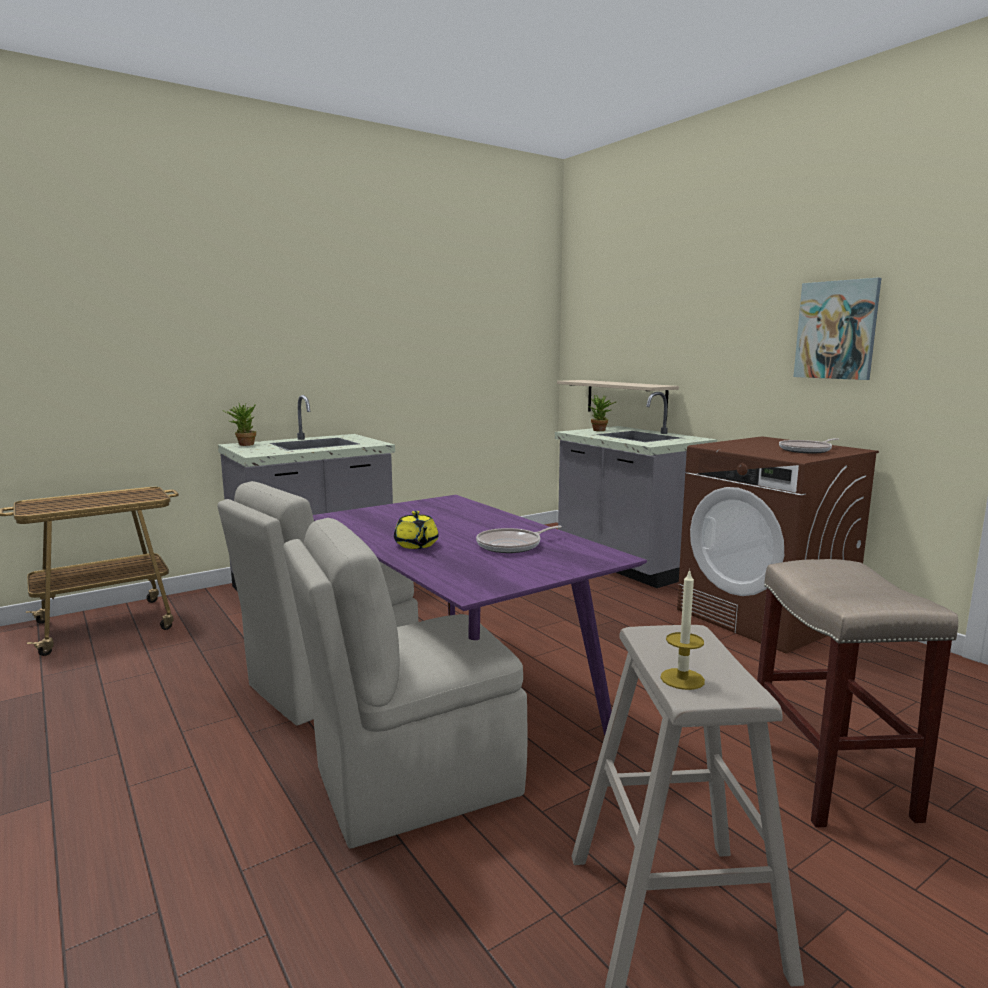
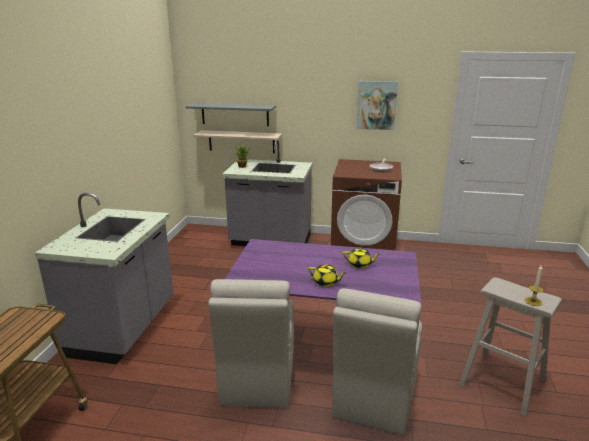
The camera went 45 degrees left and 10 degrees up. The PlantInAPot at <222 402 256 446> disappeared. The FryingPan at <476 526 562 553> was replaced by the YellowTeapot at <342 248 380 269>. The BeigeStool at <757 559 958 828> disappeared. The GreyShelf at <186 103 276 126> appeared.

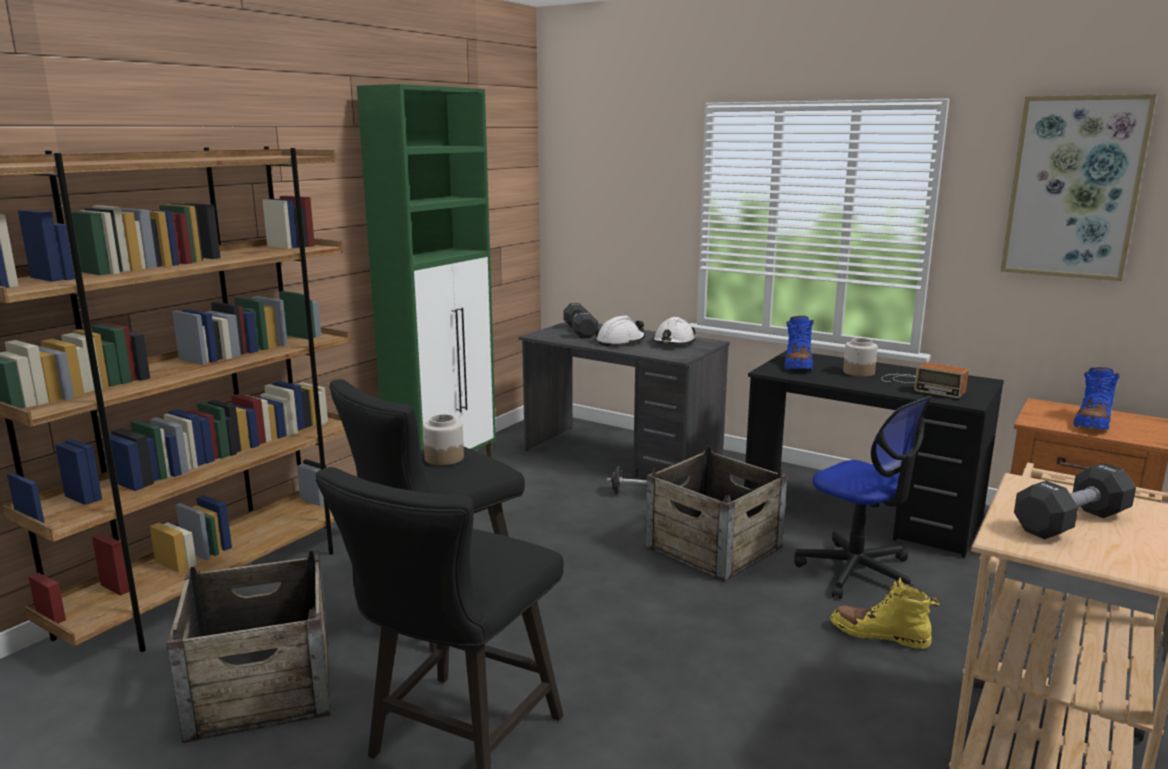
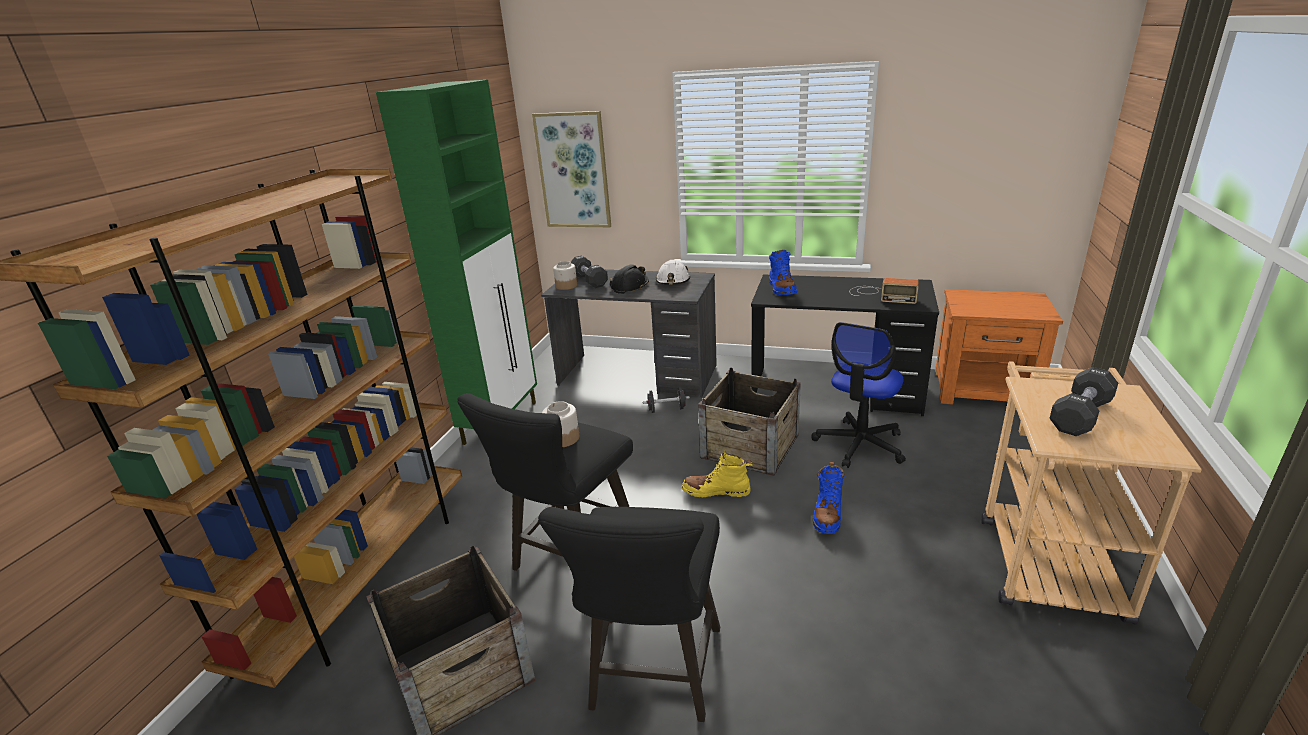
The camera went 15 degrees left and 10 degrees up. The WhitishHardHat at <595 315 645 347> became the BlackishHardHat at <609 264 649 294>. The OfficeChair at <794 396 932 599> turned 90 degrees clockwise. The YellowTallBoot moved from <830 577 940 649> to <682 451 753 497>. The StorageJar moved from <843 338 878 377> to <553 261 577 290>. The Picture moved from <1001 94 1157 281> to <532 111 611 227>. The BlueTallBoot moved from <1074 367 1120 430> to <813 462 845 534>.

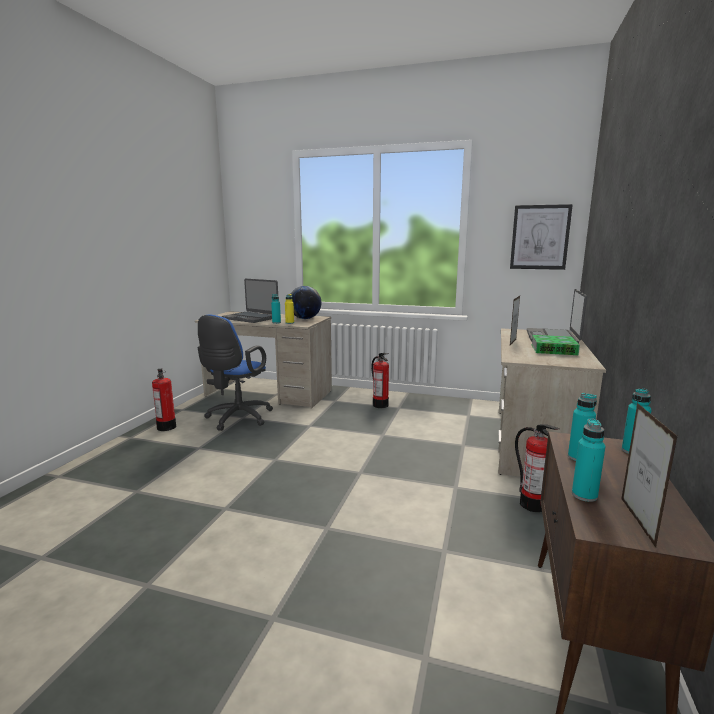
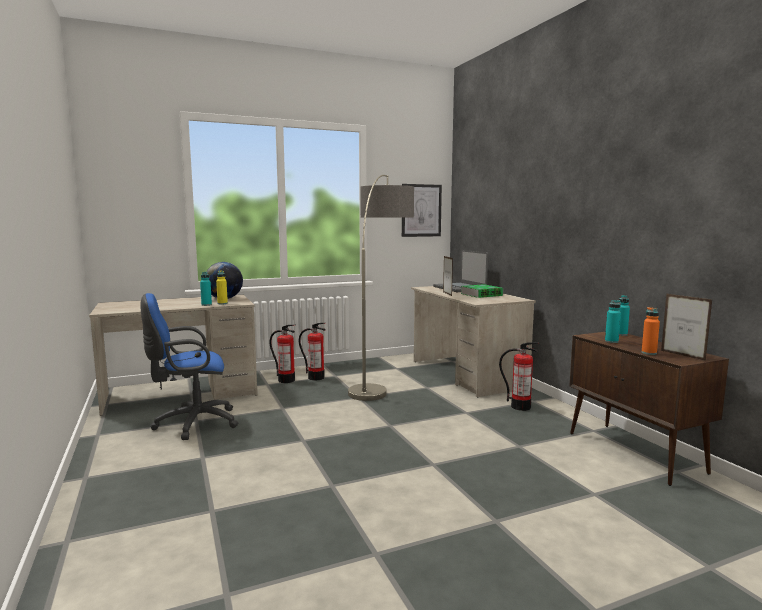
The camera went 40 degrees left and 5 degrees down. The Extinguisher moved from <152 369 176 431> to <269 325 295 383>. The BlueOfficeChair at <198 314 273 431> turned 90 degrees clockwise. The Laptop at <221 278 278 323> disappeared. The TurquoiseColouredDrinkBottle at <572 418 605 502> became the OrangeyDrinkBottle at <642 307 660 355>. The StandardLamp at <348 175 414 401> appeared.

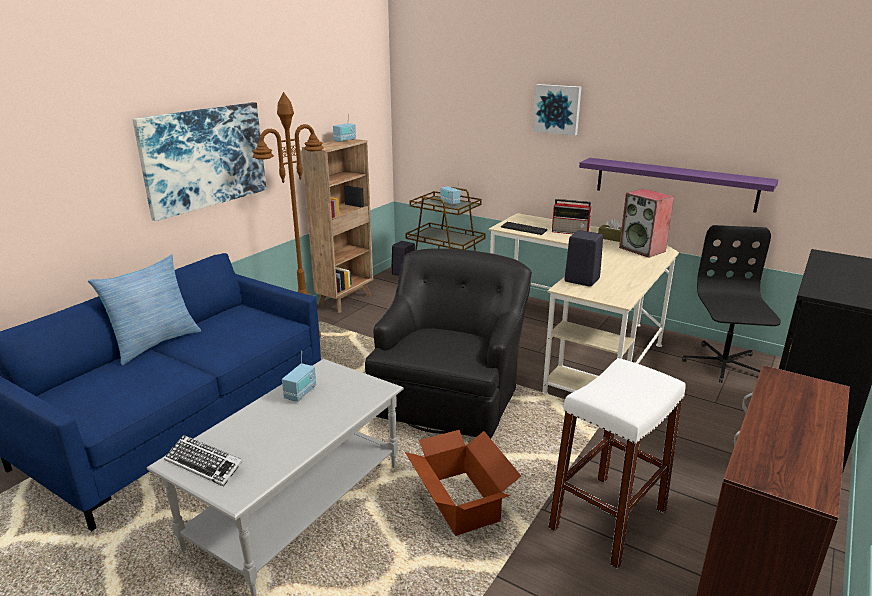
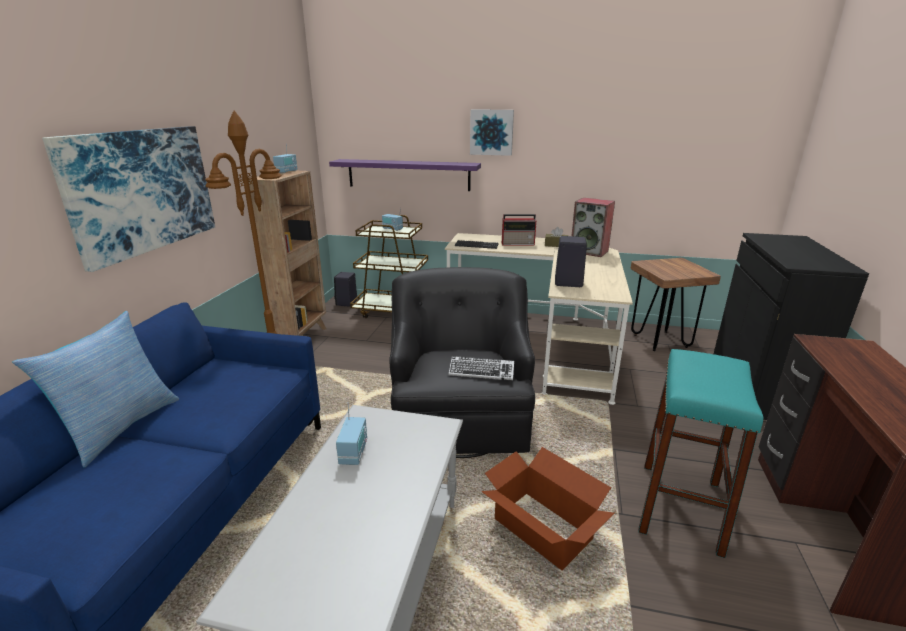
The camera went 20 degrees left and 0 degrees up. The PcKeyboard moved from <164 435 243 487> to <449 356 514 381>. The WhitishStool at <548 358 686 569> became the TurquoiseColouredStool at <638 349 764 558>. The PurpleColouredShelf moved from <579 158 779 213> to <329 159 481 191>. The BlackishOfficeChair at <682 225 781 383> was replaced by the BrownishStool at <631 258 721 351>.

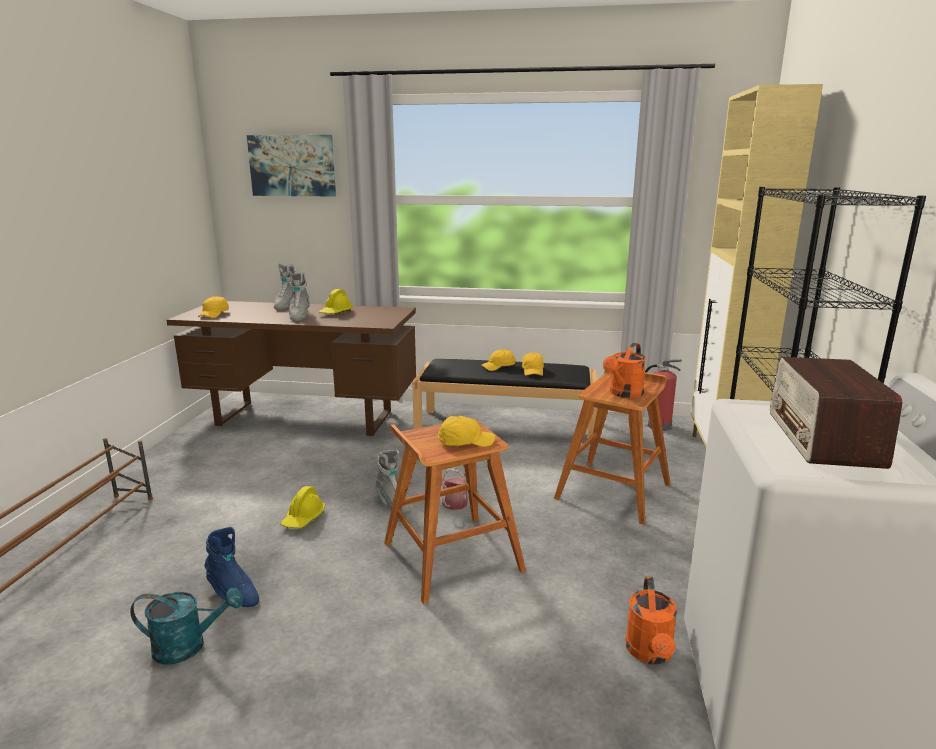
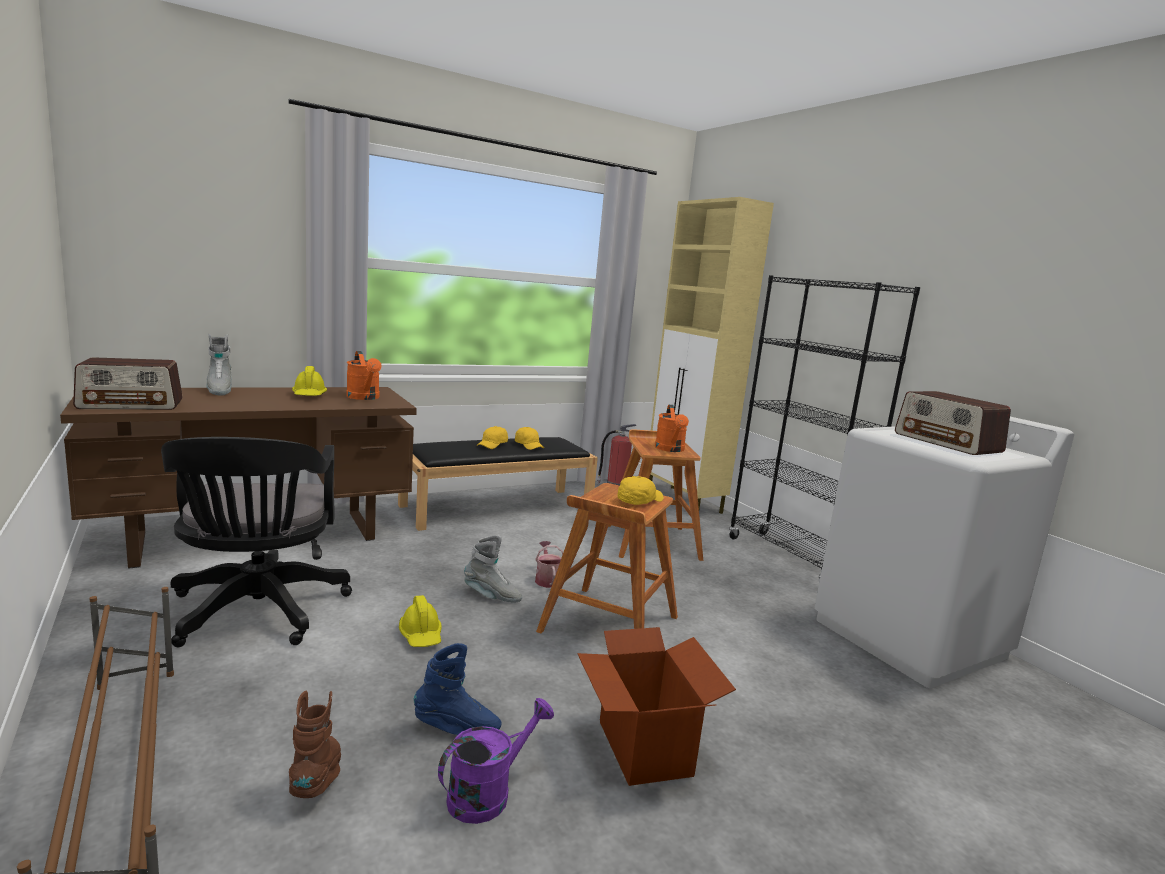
The camera went 40 degrees left and 5 degrees down. The TurquoiseColouredSprinklingCan at <130 588 243 665> became the PurpleColouredSprinklingCan at <438 698 554 824>. The YellowCap at <198 296 229 318> was replaced by the RadioReceiver at <73 357 183 410>. The Picture at <247 135 336 196> disappeared. The GreyTallBoot at <289 271 310 321> disappeared. The OrangeySprinklingCan moved from <625 576 677 665> to <346 351 382 400>. The BlackishOfficeChair at <161 437 352 647> appeared. The BrownishTallBoot at <289 691 341 798> appeared. The CardboardBox at <577 627 736 786> appeared.

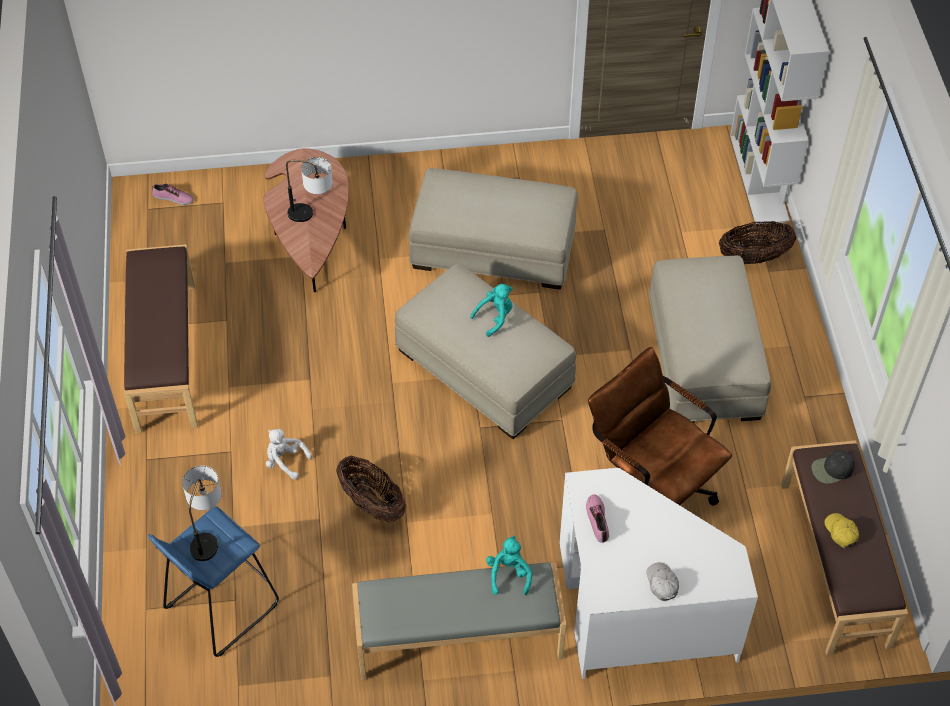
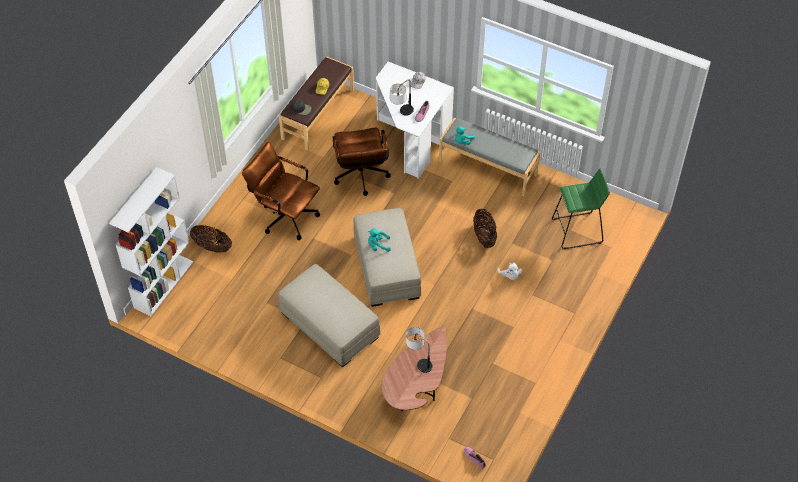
The camera went 145 degrees left and 0 degrees up. The BrownishBench at <124 244 198 433> disappeared. The BlueStool at <148 506 279 657> became the GreenStool at <552 168 610 249>. The TableLamp moved from <182 465 222 561> to <390 80 414 116>. The BeigeOttoman at <649 256 771 423> was replaced by the BrownishOfficeChair at <242 142 320 240>.

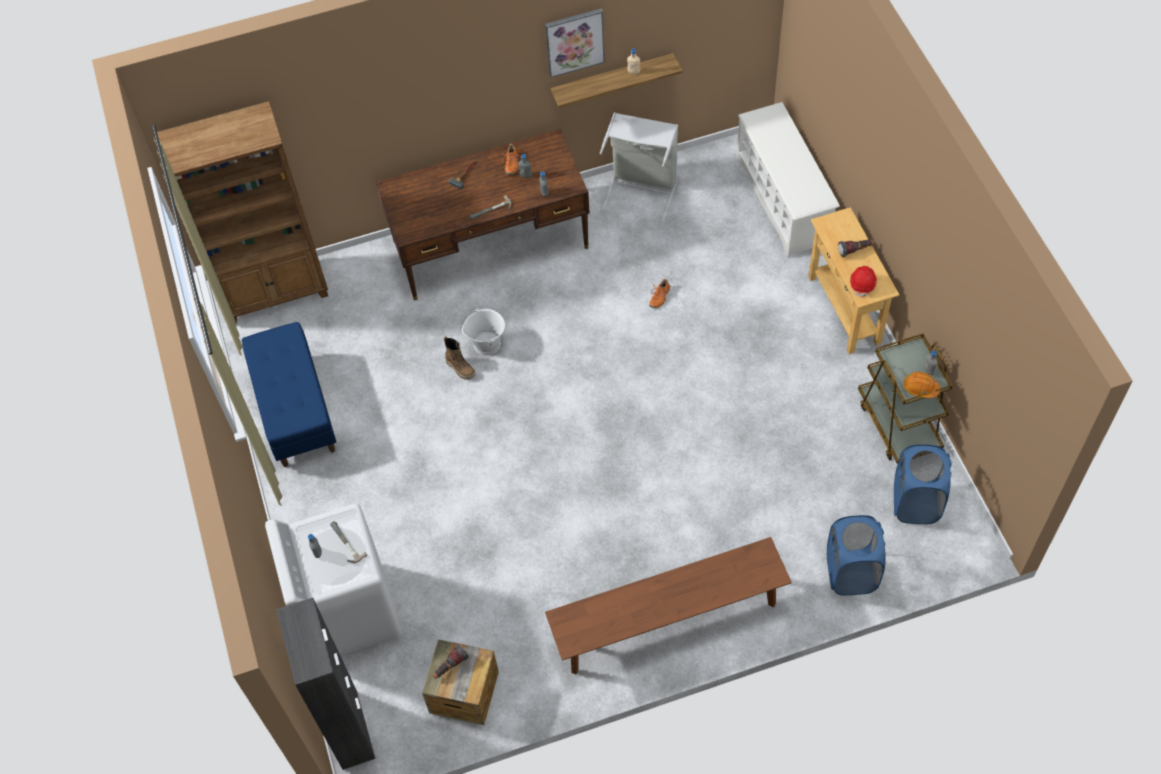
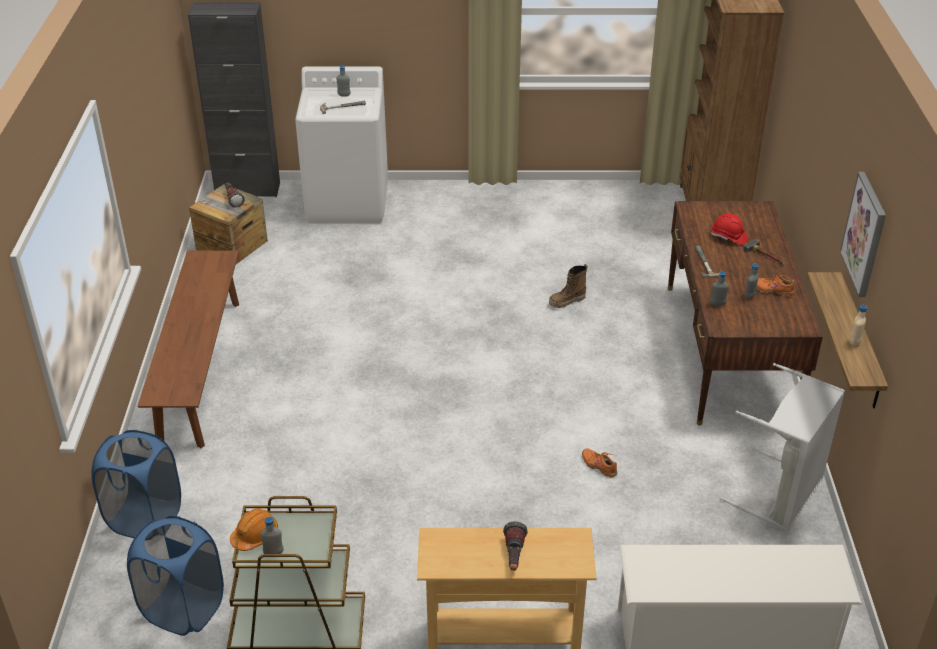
The camera went 105 degrees right and 20 degrees down. The BlueBench at <242 322 336 467> disappeared. The WhitishPail at <462 308 505 356> disappeared. The RedHardHat moved from <850 266 877 298> to <711 213 748 245>.

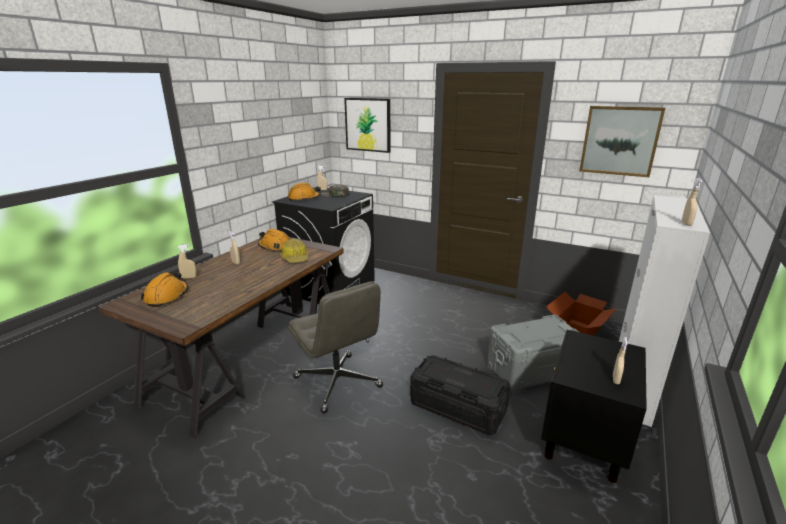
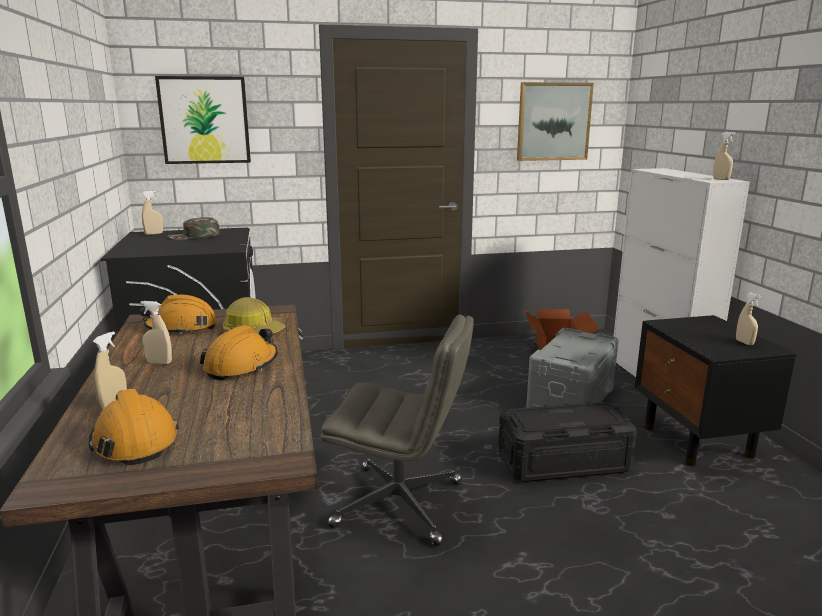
The camera went 40 degrees left and 5 degrees down. The OrangeyHardHat moved from <288 183 321 201> to <200 325 278 380>.

